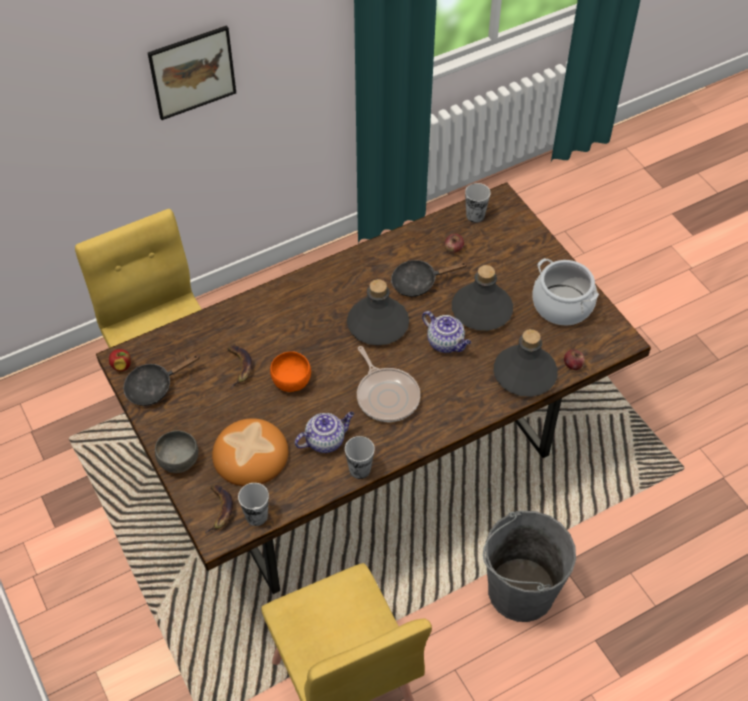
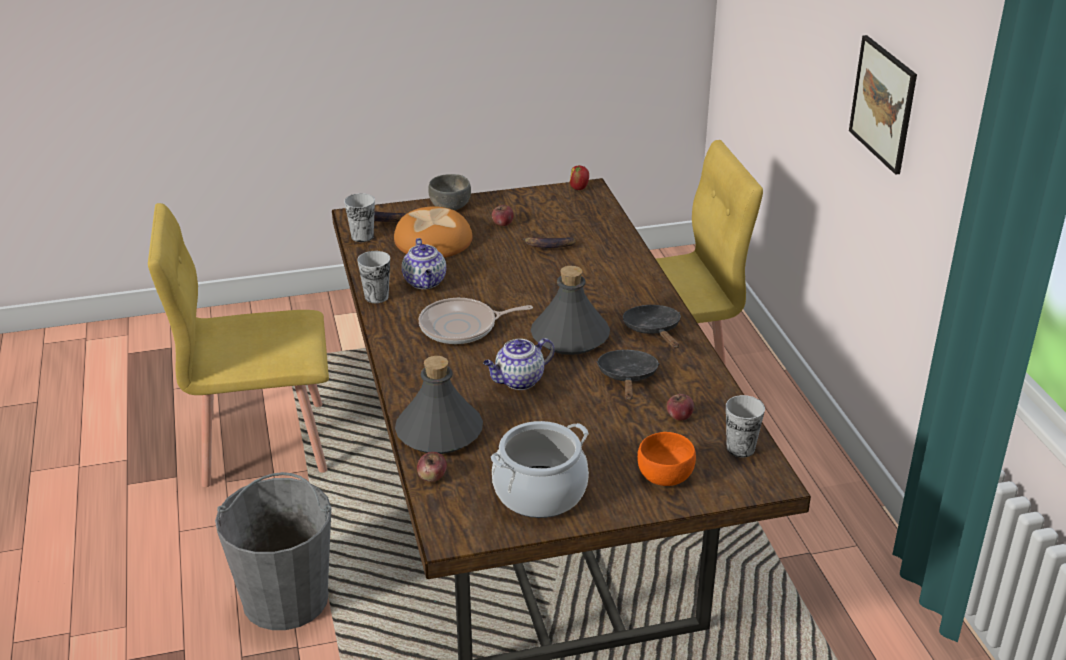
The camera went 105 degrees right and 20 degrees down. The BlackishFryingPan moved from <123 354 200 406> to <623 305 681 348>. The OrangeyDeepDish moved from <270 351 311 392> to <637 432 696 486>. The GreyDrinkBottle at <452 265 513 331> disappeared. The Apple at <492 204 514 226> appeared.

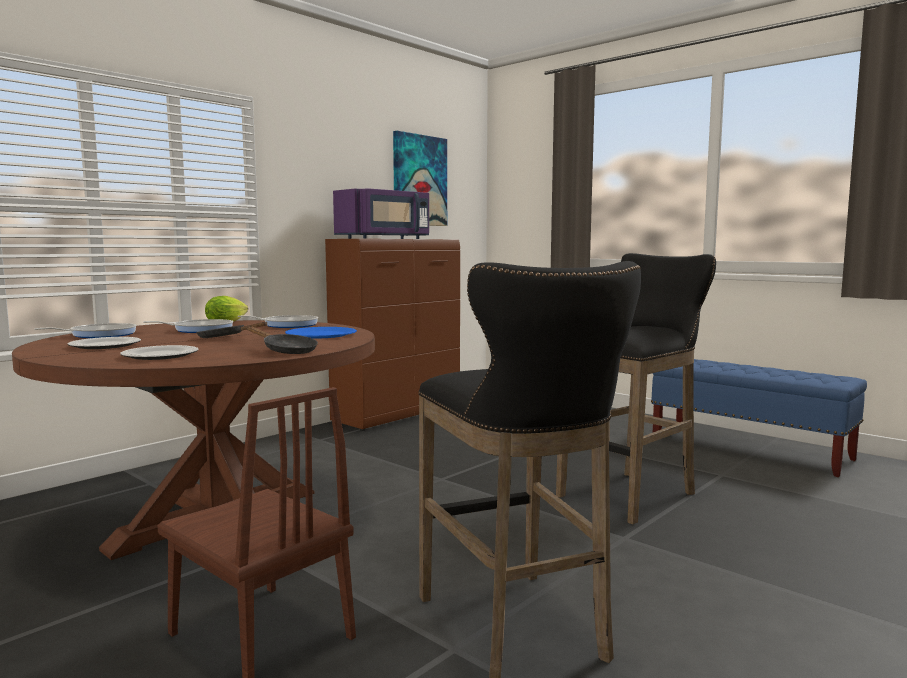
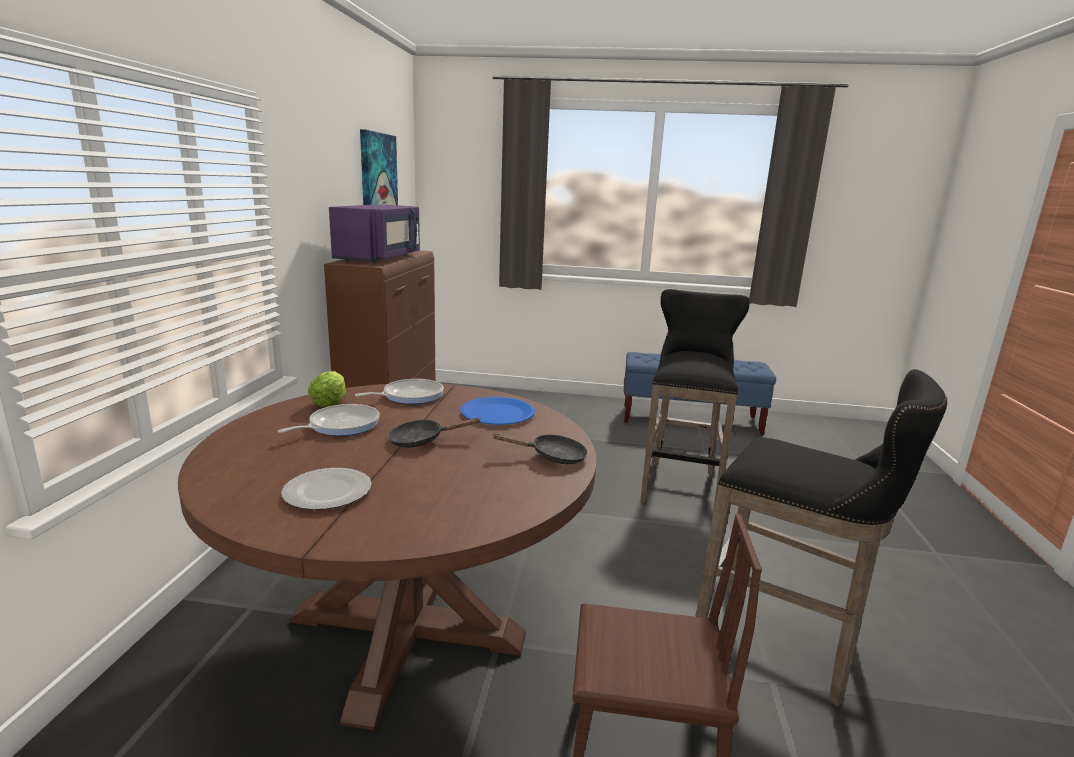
The camera went 35 degrees left and 10 degrees up. The FryingPan at <34 323 137 338> disappeared. The DinnerPlate at <120 345 199 360> disappeared.

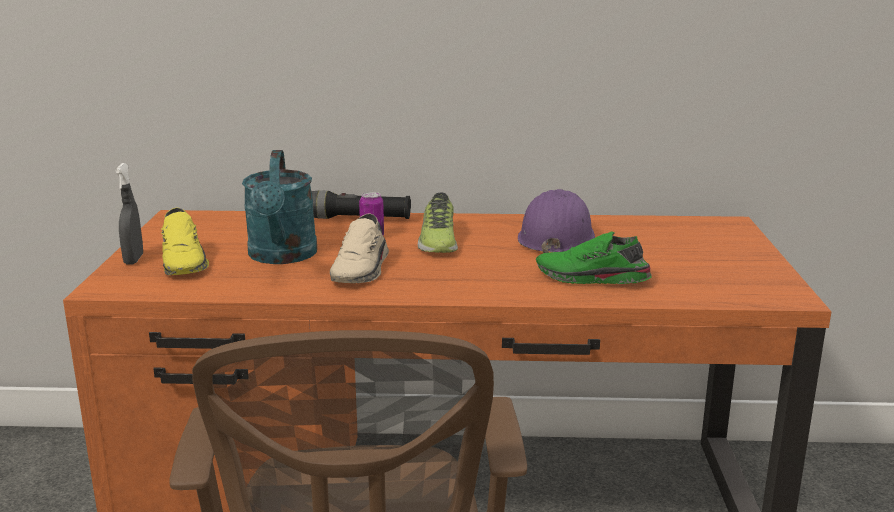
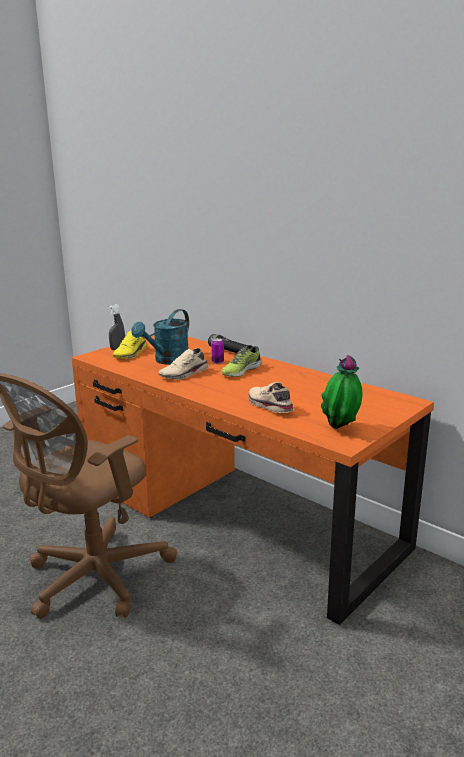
The camera went 40 degrees right and 0 degrees up. The PurpleColouredHardHat at <518 189 595 253> disappeared. The GreenShoe at <536 231 652 284> became the BeigeShoe at <249 382 293 413>. The PlantInAPot at <321 355 362 429> appeared.

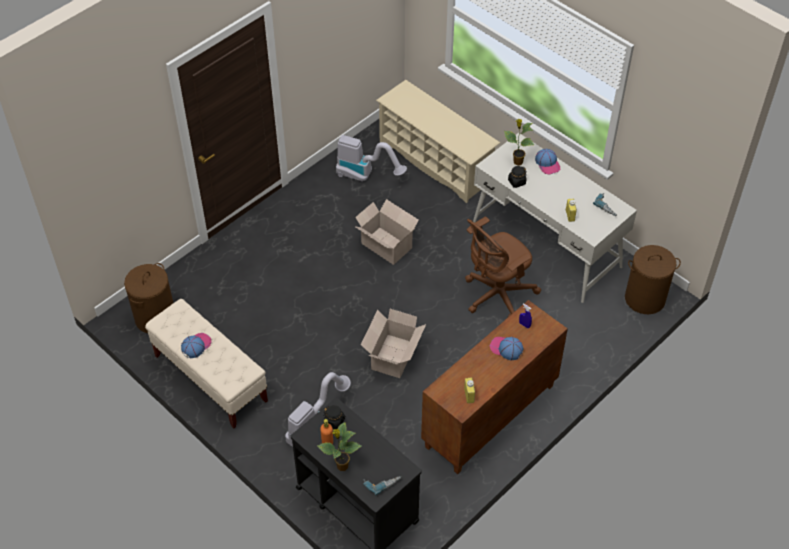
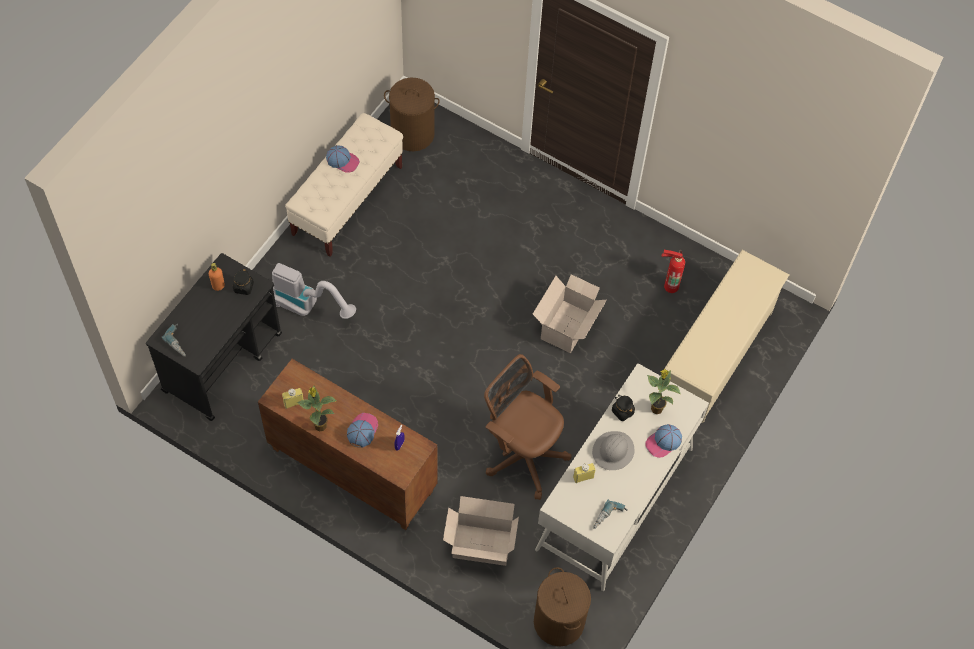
The camera went 75 degrees right and 10 degrees up. The PlantInAPot moved from <317 422 361 471> to <297 386 336 432>. The Vacuum at <336 135 407 182> was replaced by the Extinguisher at <662 250 685 293>. The CardboardBox moved from <361 309 426 378> to <443 496 519 566>. The GreyHardHat at <592 431 635 470> appeared.

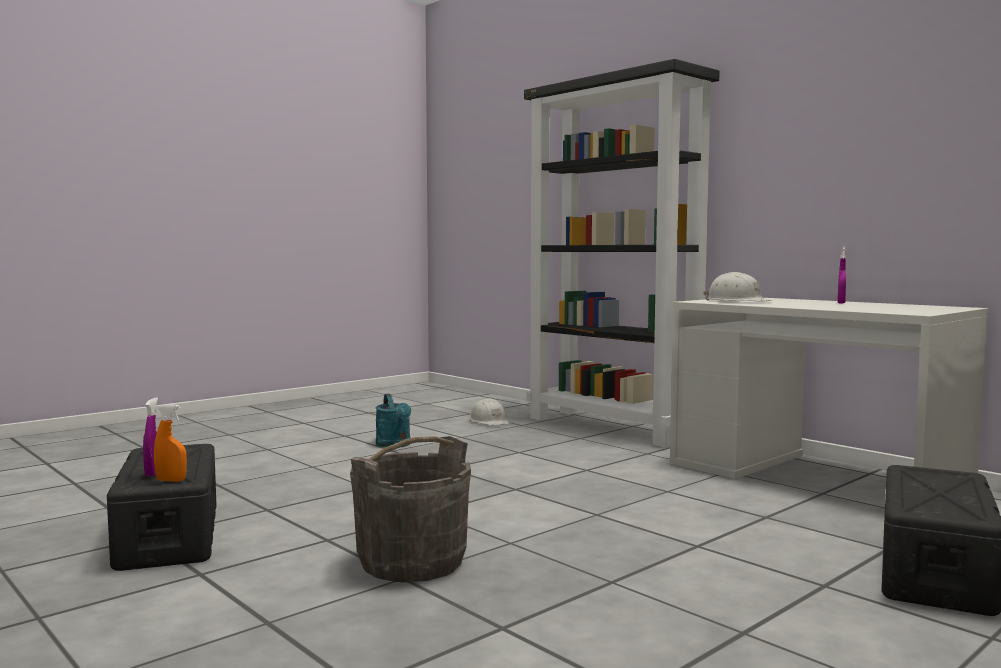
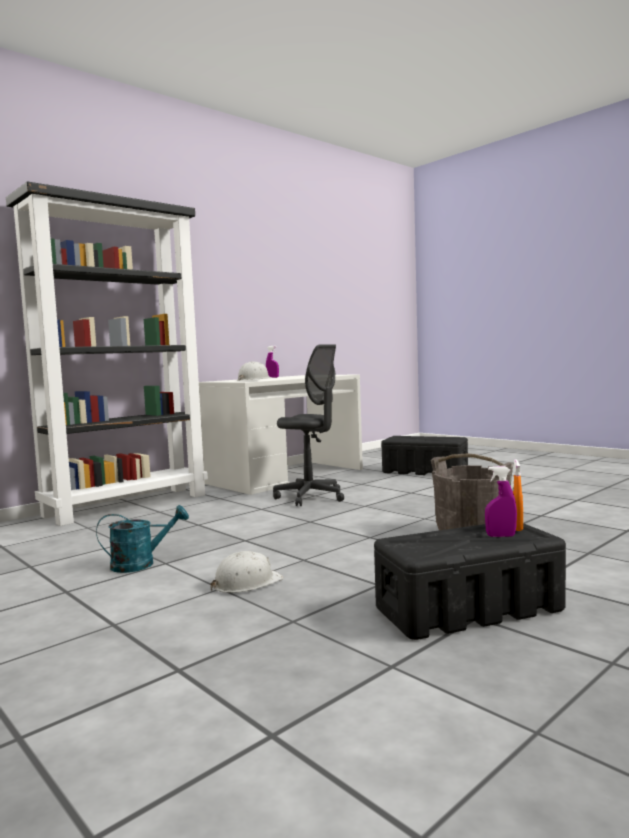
The camera went 90 degrees left and 0 degrees up. The WhitishHardHat moved from <469 398 510 426> to <210 551 284 593>. The GreyOfficeChair at <273 344 344 506> appeared.

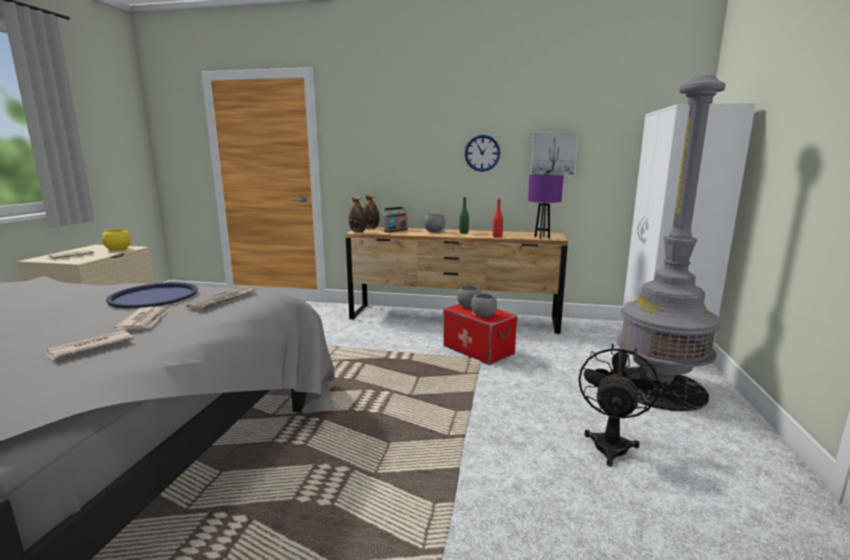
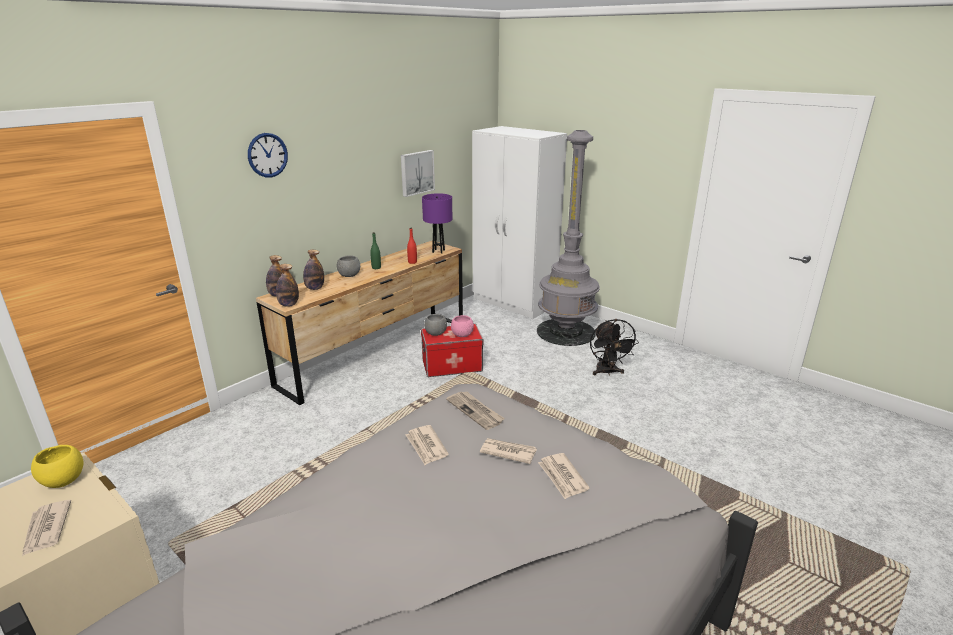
The camera went 60 degrees left and 10 degrees up. The BlueCarryingTray at <106 282 198 308> was replaced by the DailyPaper at <406 425 449 465>. The RadioReceiver at <382 207 408 233> was replaced by the DrinkBottle at <303 250 324 290>. The HangingClock moved from <465 135 500 172> to <248 133 288 177>. The GreyDeepDish at <471 293 497 317> became the PinkDeepDish at <451 315 474 337>. The BlackishFan at <579 343 660 466> turned 150 degrees counterclockwise.

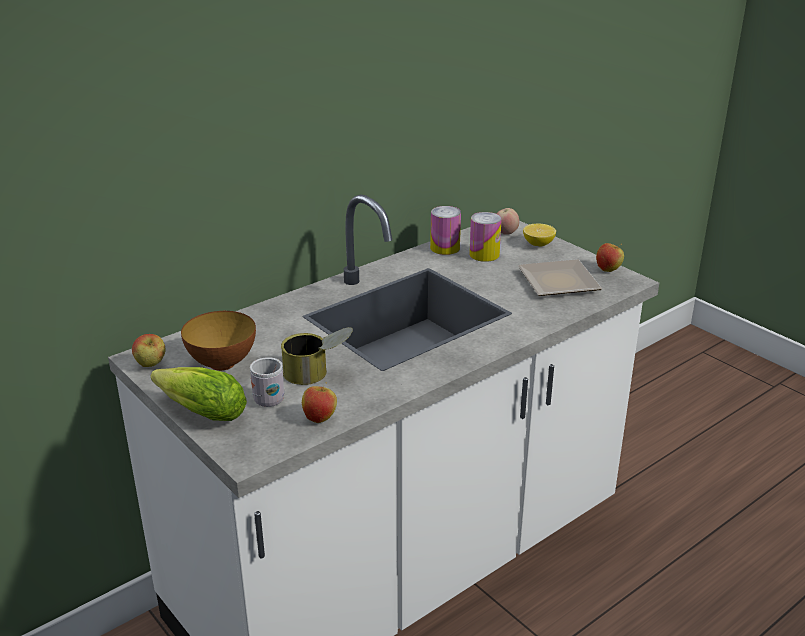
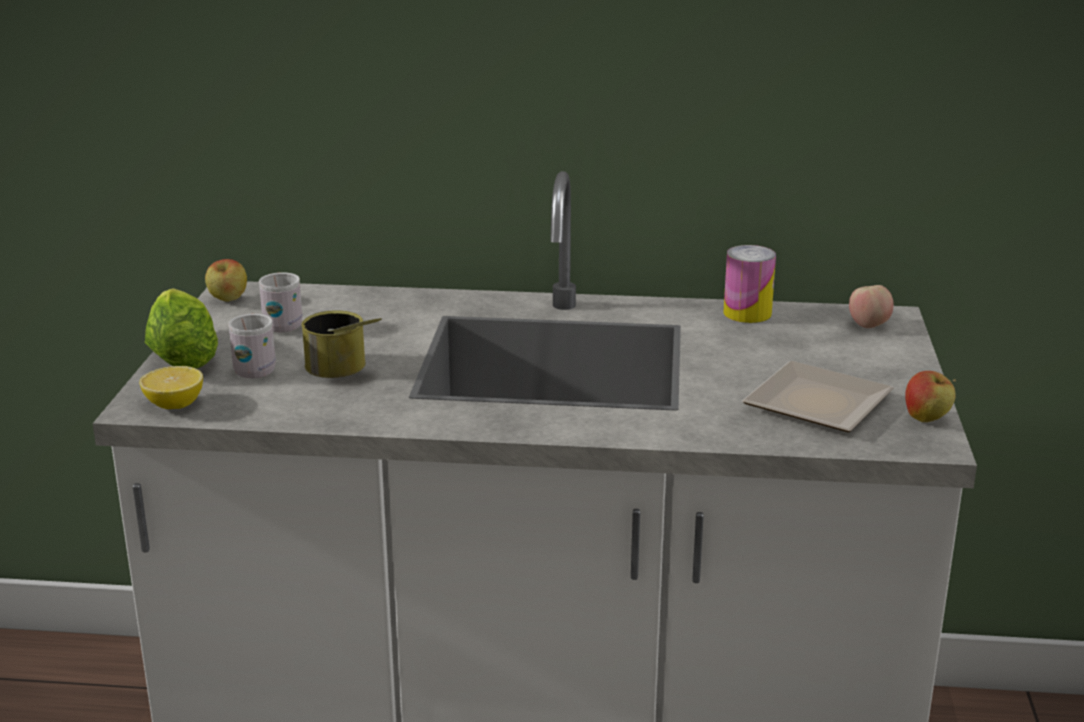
The camera went 45 degrees right and 5 degrees down. The DeepDish at <181 311 256 371> was replaced by the WhitishMug at <259 272 302 333>. The Apple at <302 382 337 423> disappeared. The SealedCan at <470 212 502 262> disappeared. The WholeLemon moved from <523 224 556 247> to <139 366 203 409>.

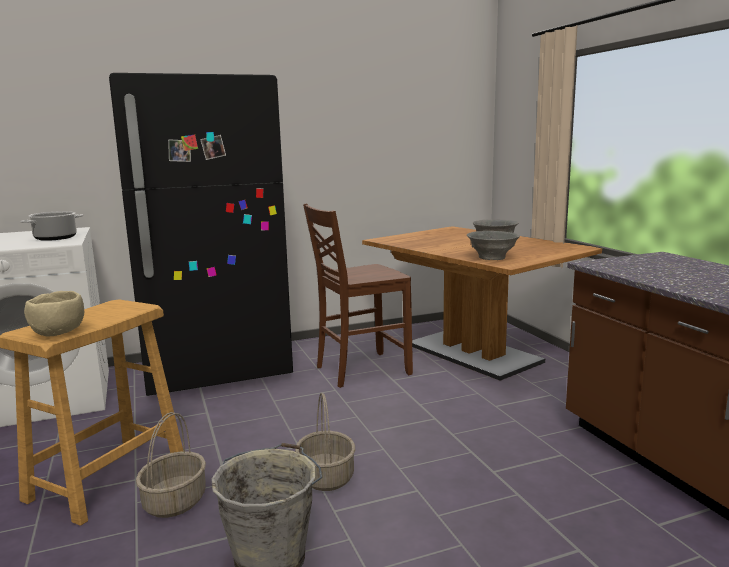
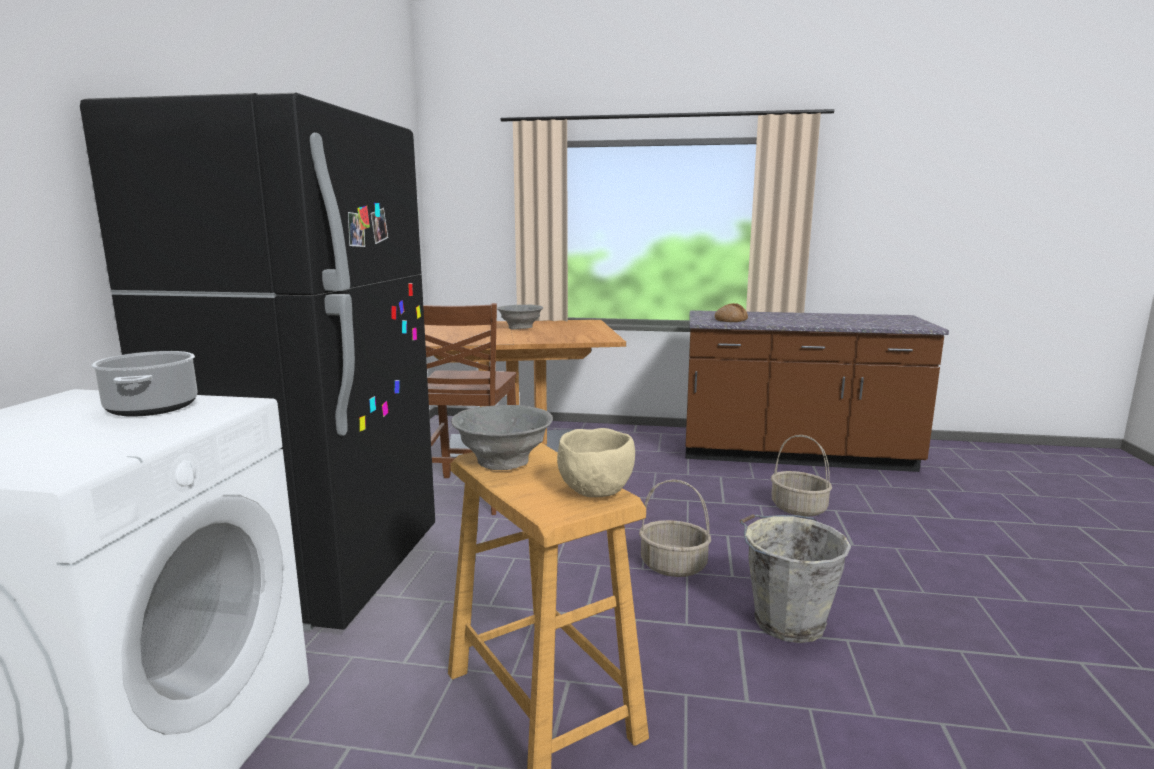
The camera went 60 degrees left and 0 degrees up. The Basket moved from <136 412 206 518> to <771 435 832 517>. The GreyDeepDish moved from <467 231 520 260> to <451 405 553 470>. The BakeryBread at <715 303 748 322> appeared.

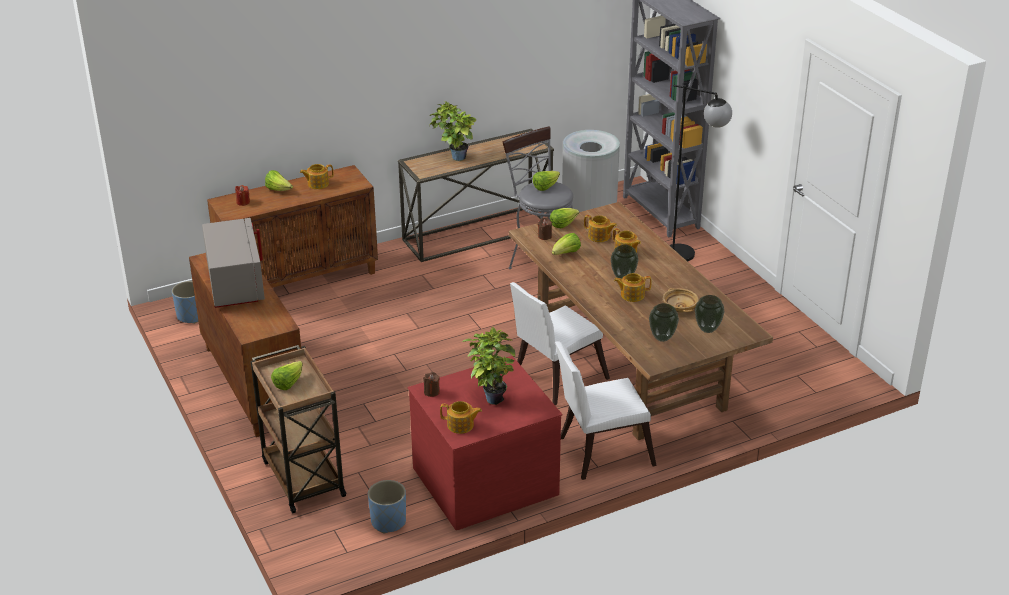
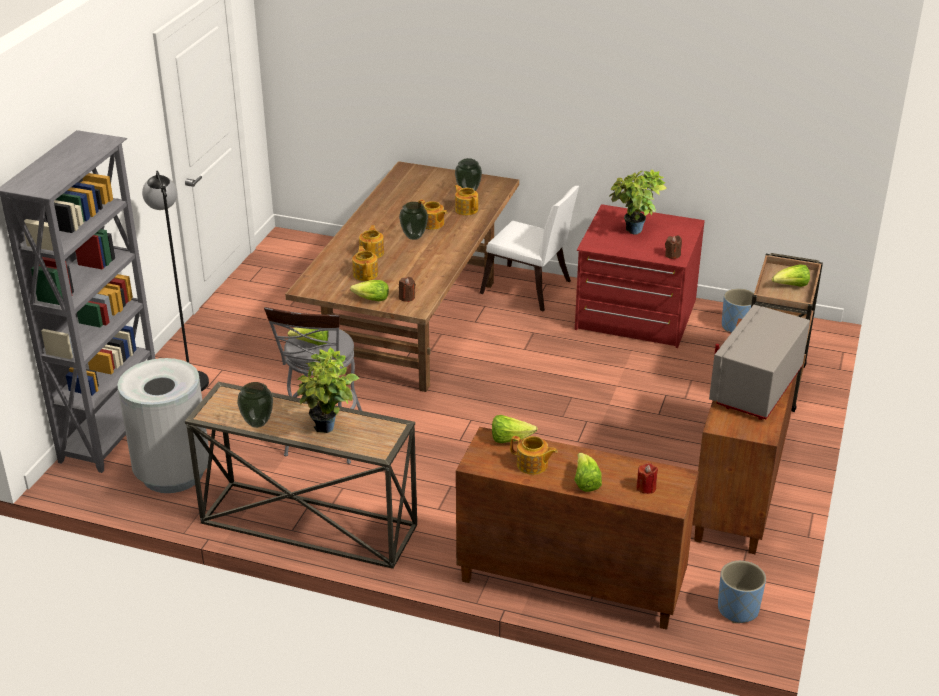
The camera went 135 degrees left and 0 degrees up. The Teapot moved from <440 401 482 434> to <455 185 478 215>. The WhitishPlainChair at <510 282 610 405> disappeared. The Lettuce moved from <552 233 581 255> to <492 415 538 443>. The BeigeDeepDish at <663 288 699 312> disappeared. The DecorativeVase moved from <695 295 724 333> to <237 382 273 428>.

